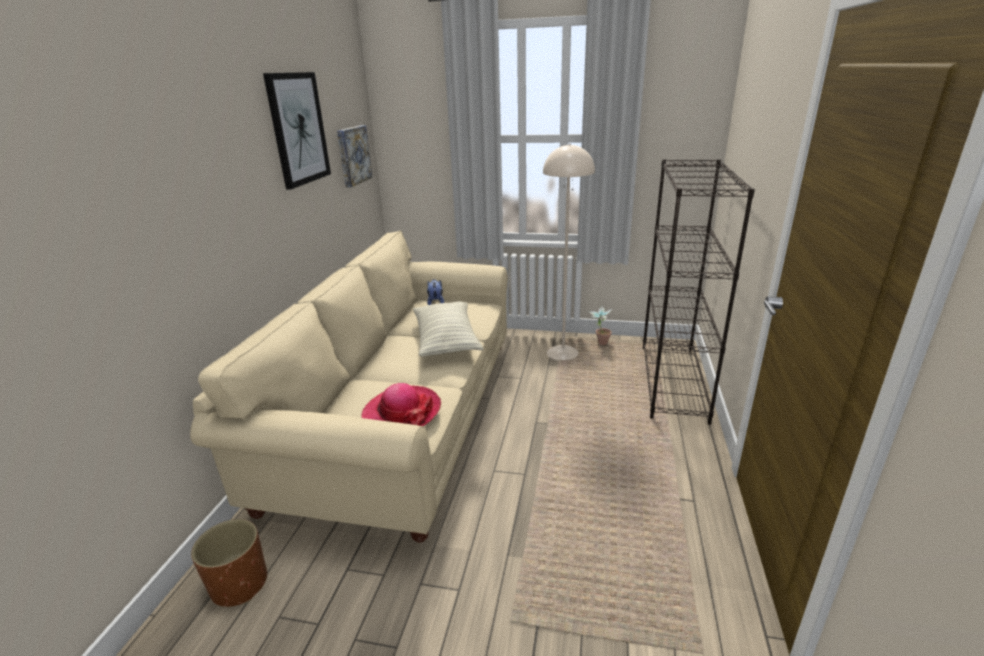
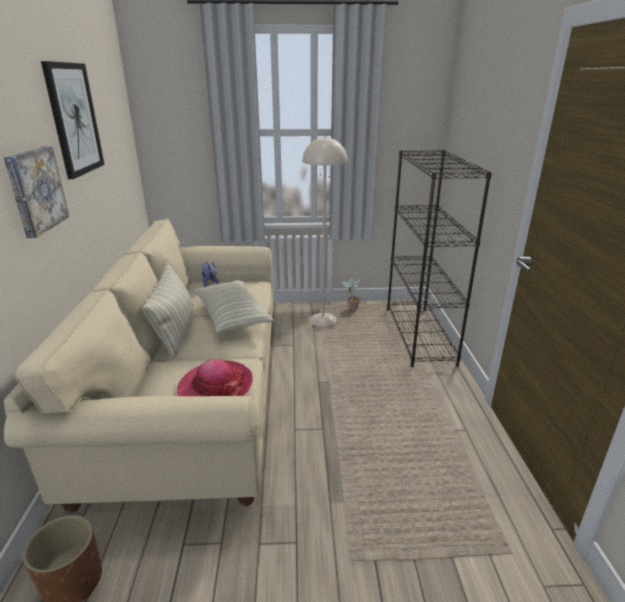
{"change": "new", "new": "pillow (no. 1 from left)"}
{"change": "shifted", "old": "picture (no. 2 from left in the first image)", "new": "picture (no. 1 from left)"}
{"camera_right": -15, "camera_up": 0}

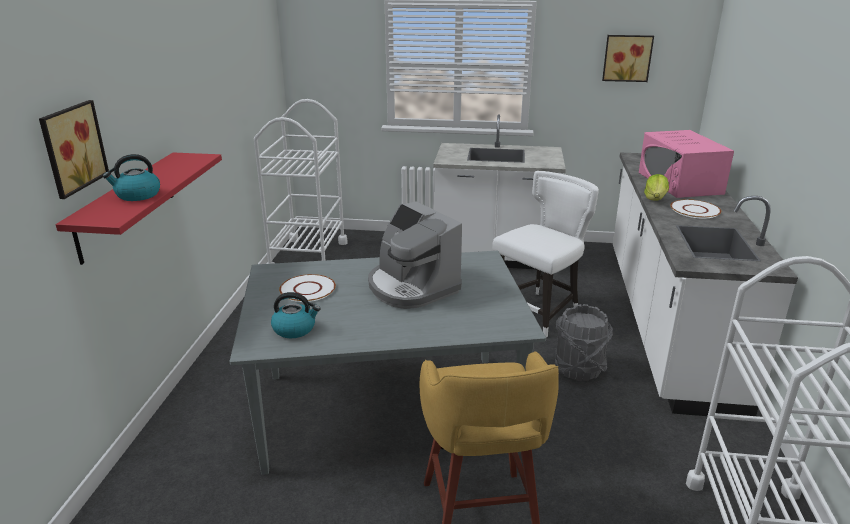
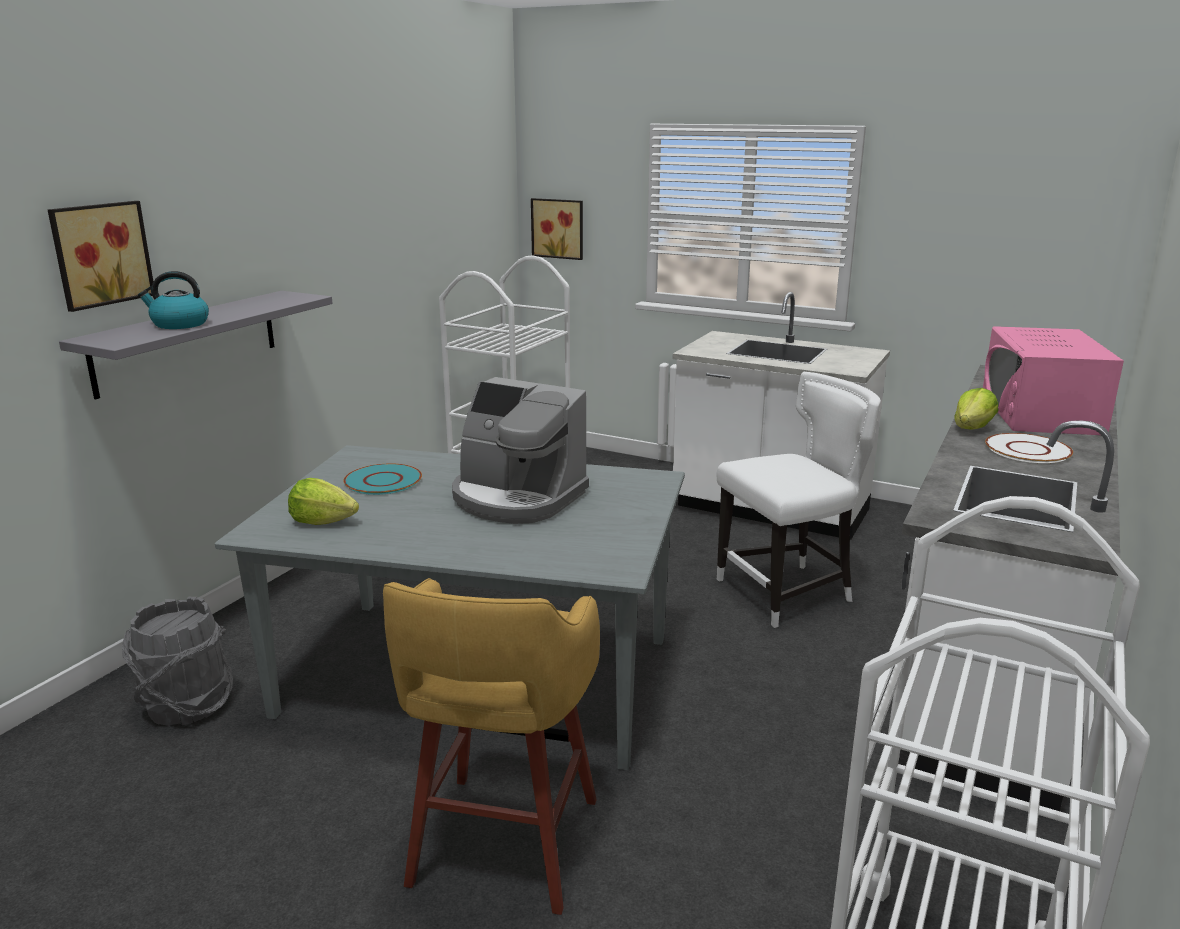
{"change": "shifted", "old": "bucket in grey"}
{"change": "shifted", "old": "picture (no. 2 from left)"}
{"change": "swapped", "old": "kettle (no. 2 from left)", "new": "lettuce (no. 1 from left)"}
{"change": "repainted", "old": "shelf in red", "new": "shelf in grey"}
{"change": "repainted", "old": "plate in white (no. 1 from left)", "new": "plate in turquoise"}
{"change": "rotated", "old": "coffee machine", "degrees": -45}
{"camera_right": 20, "camera_up": -5}

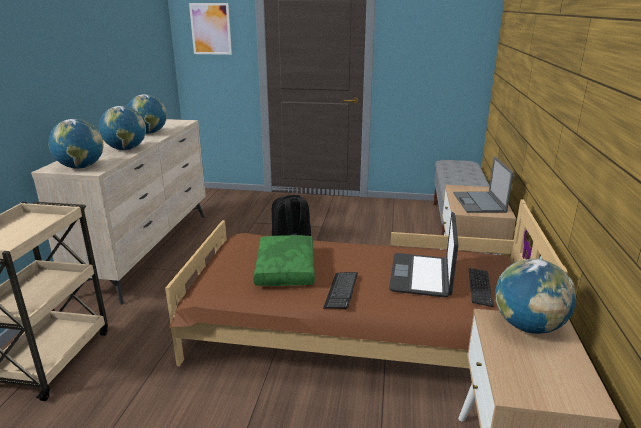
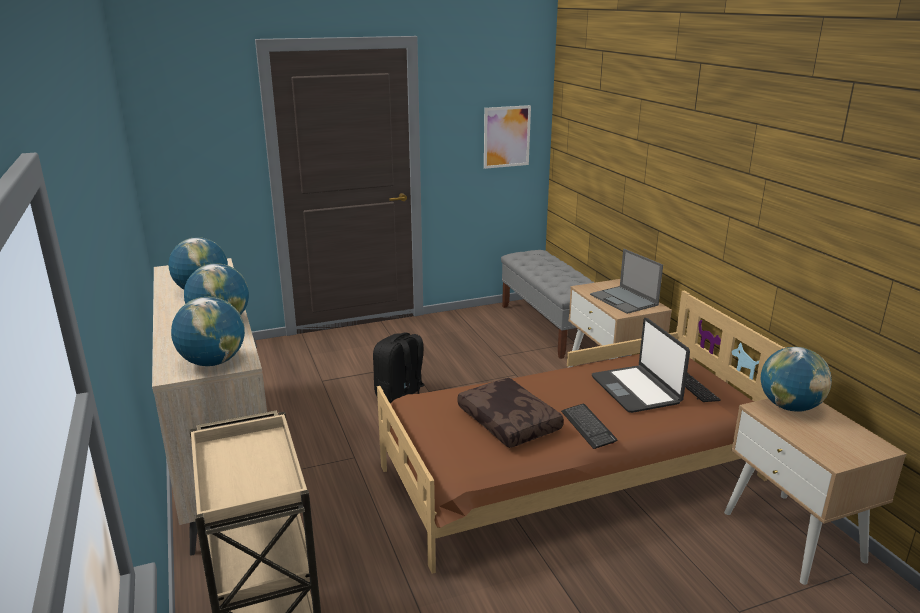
{"change": "shifted", "old": "picture"}
{"change": "repainted", "old": "pillow in green", "new": "pillow in brown"}
{"camera_right": -30, "camera_up": 0}

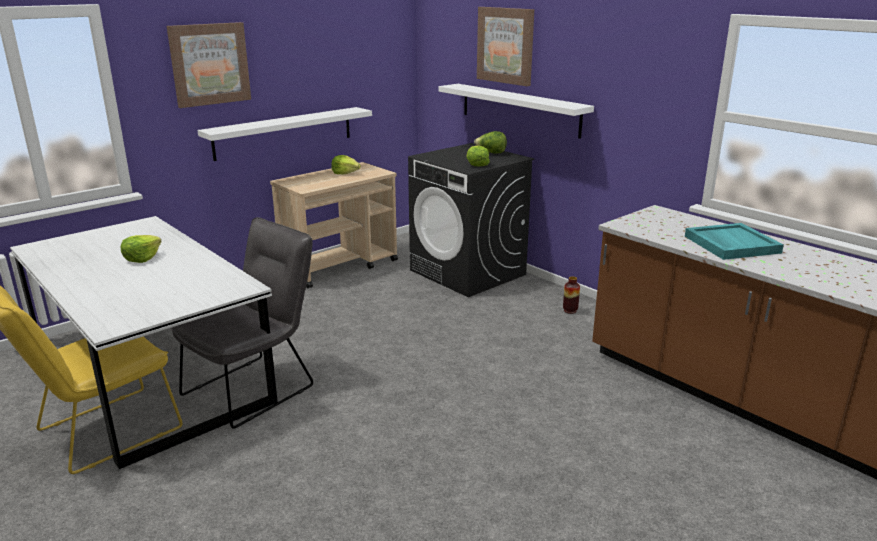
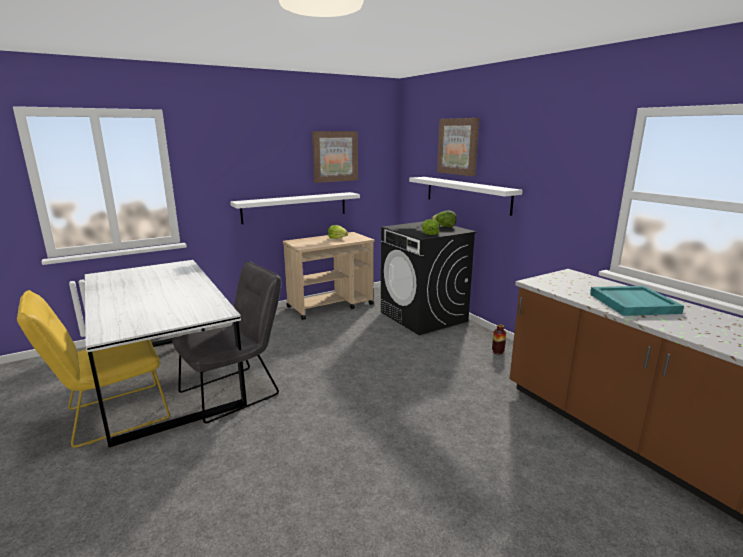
{"change": "gone", "old": "lettuce (no. 1 from left)"}
{"change": "shifted", "old": "picture (no. 1 from left)"}
{"camera_right": 10, "camera_up": -5}

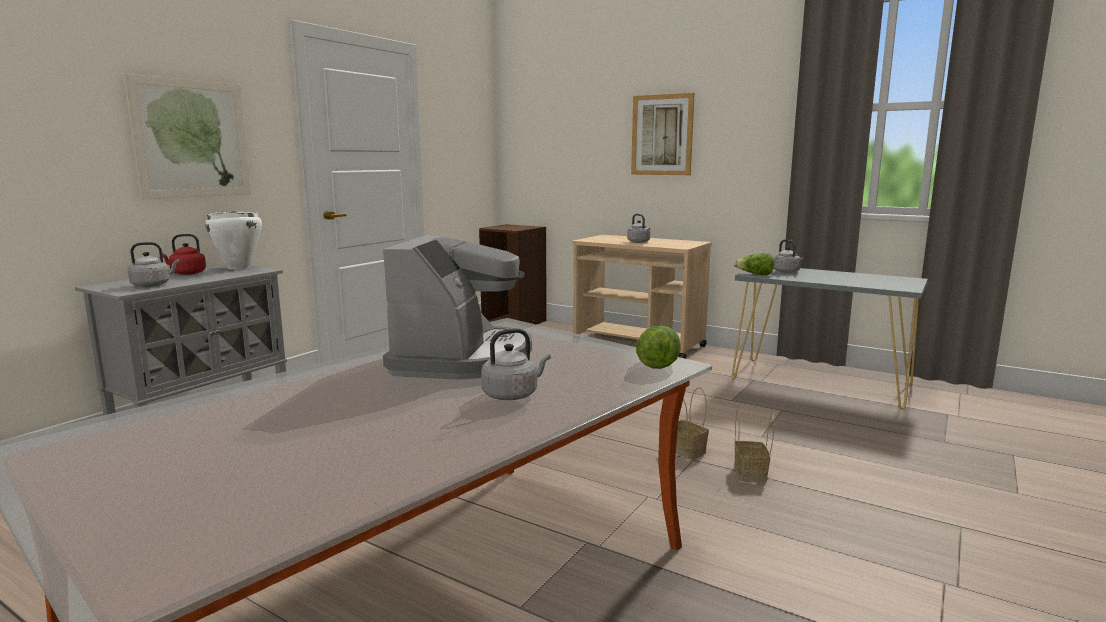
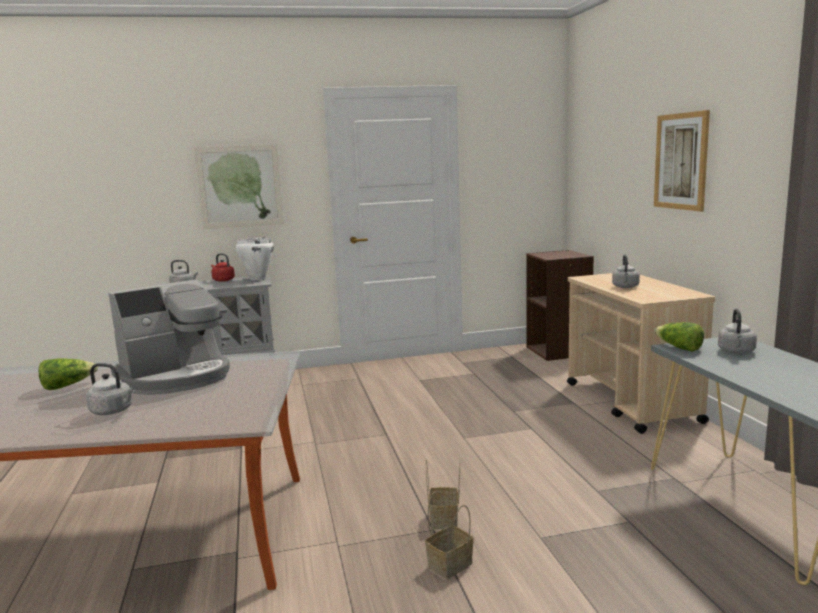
{"change": "shifted", "old": "lettuce (no. 1 from left)"}
{"camera_right": 45, "camera_up": 0}

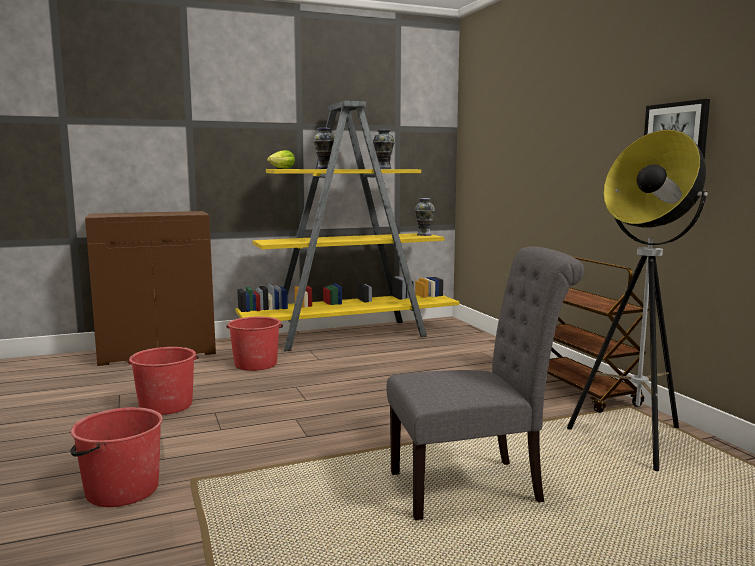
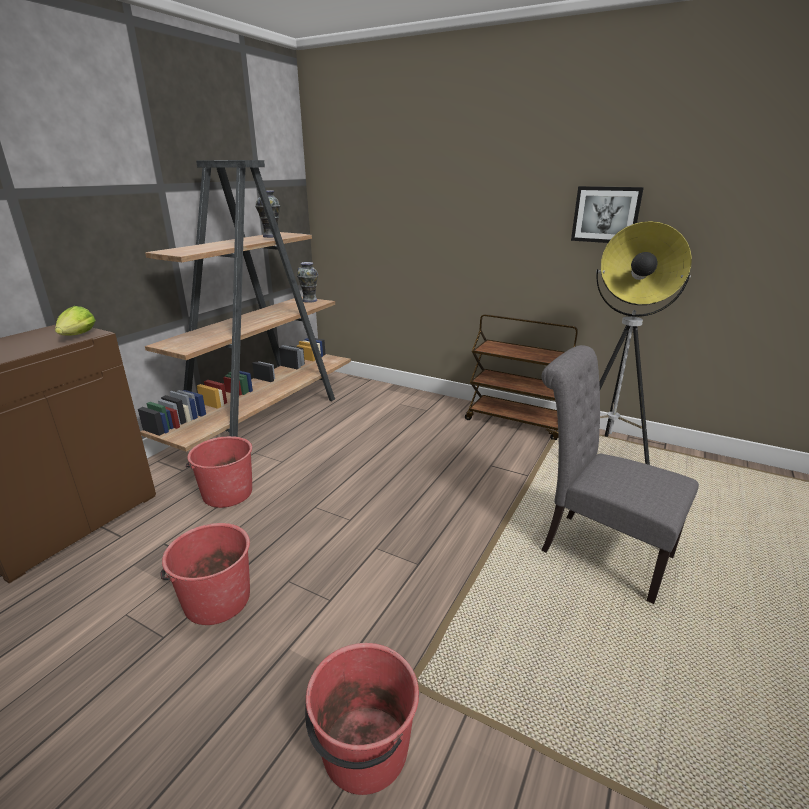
{"change": "gone", "old": "vase (no. 1 from left)"}
{"change": "shifted", "old": "lettuce"}
{"change": "repainted", "old": "bookcase in yellow", "new": "bookcase in brown"}
{"change": "rotated", "old": "chair in grey", "degrees": -90}
{"camera_right": -40, "camera_up": 15}

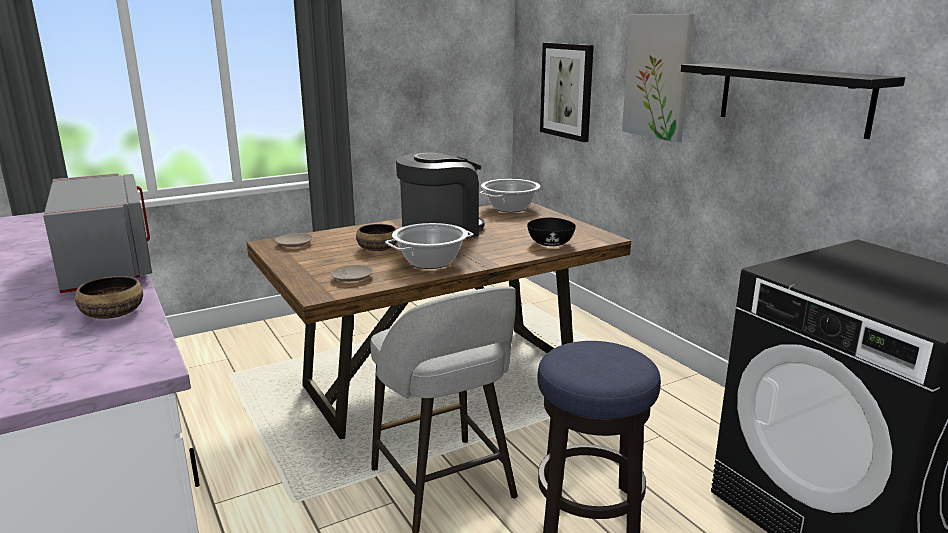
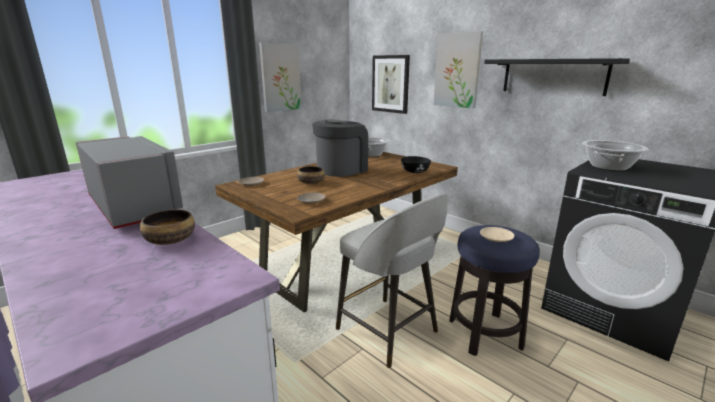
{"change": "new", "new": "picture (no. 1 from left)"}
{"change": "new", "new": "plate in beige (no. 3 from left)"}
{"change": "shifted", "old": "cooking pot (no. 1 from left in the first image)", "new": "cooking pot (no. 2 from left)"}
{"camera_right": -15, "camera_up": 0}

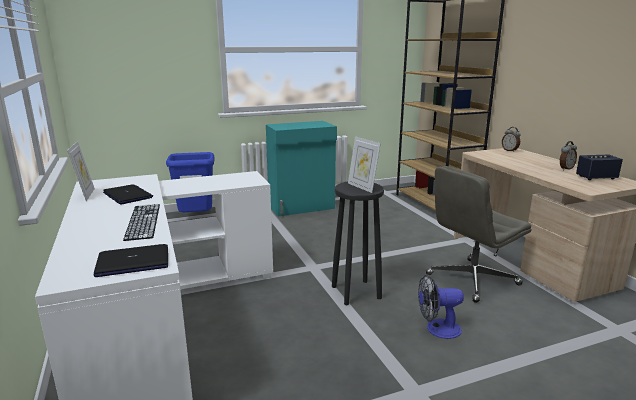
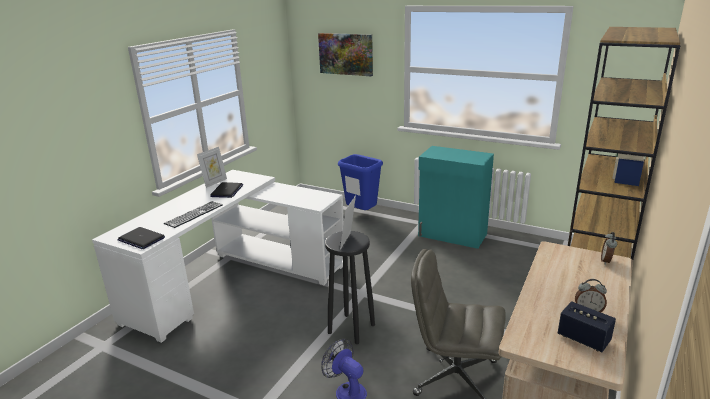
{"change": "new", "new": "picture"}
{"camera_right": 50, "camera_up": 5}

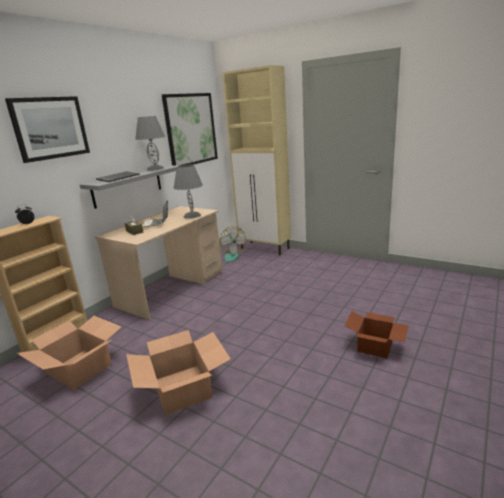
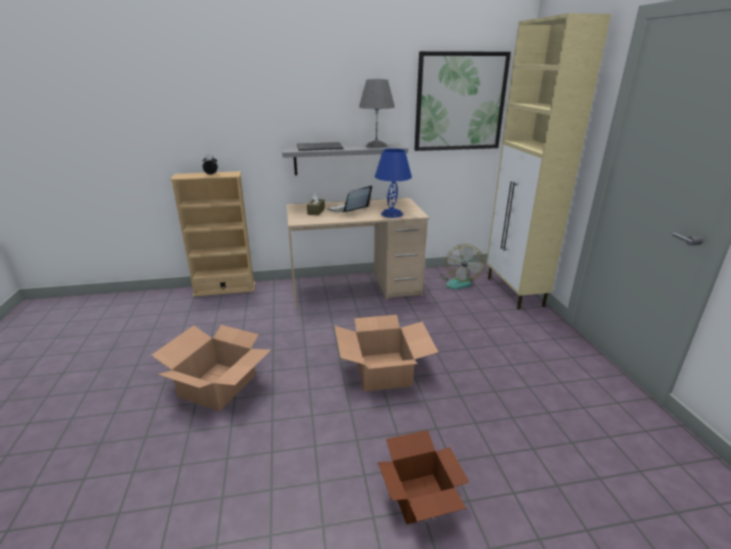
{"change": "gone", "old": "picture (no. 1 from left)"}
{"change": "shifted", "old": "cardboard box (no. 1 from left in the first image)", "new": "cardboard box (no. 2 from left)"}
{"change": "repainted", "old": "table lamp in grey (no. 2 from left)", "new": "table lamp in blue"}
{"camera_right": 45, "camera_up": 5}

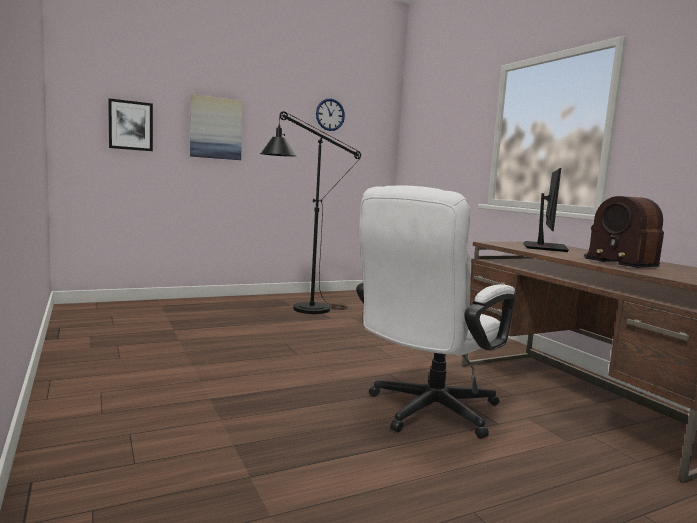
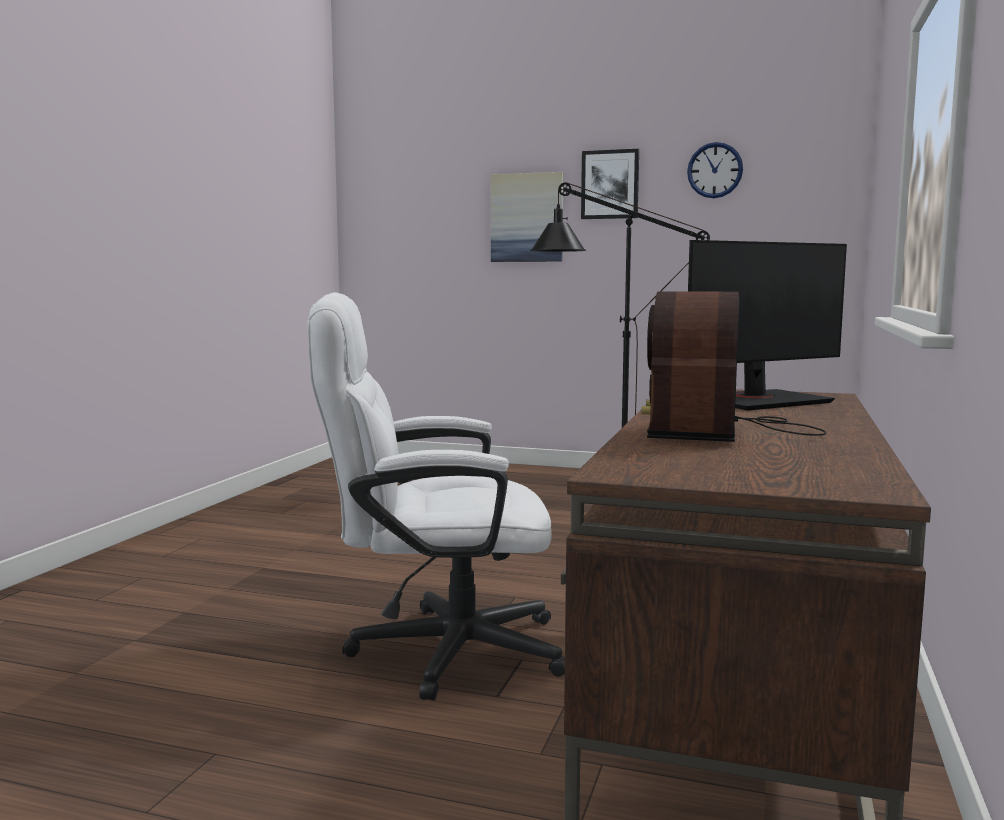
{"change": "shifted", "old": "picture (no. 1 from left in the first image)", "new": "picture (no. 2 from left)"}
{"camera_right": 45, "camera_up": 0}

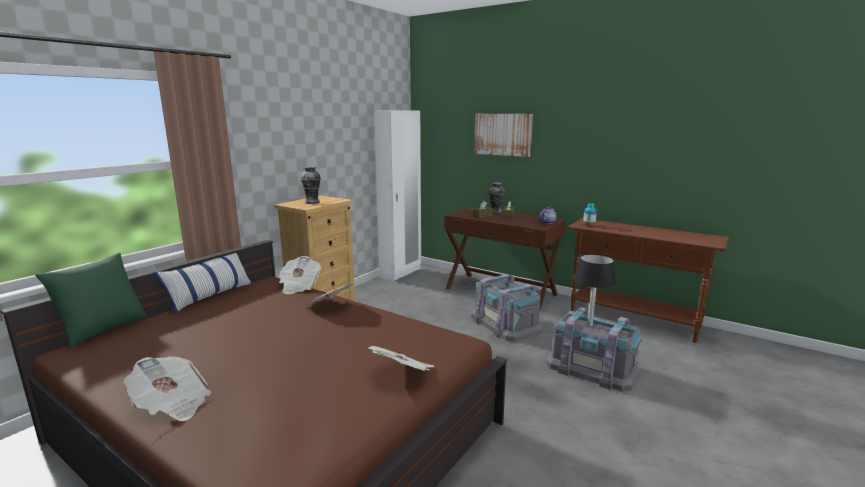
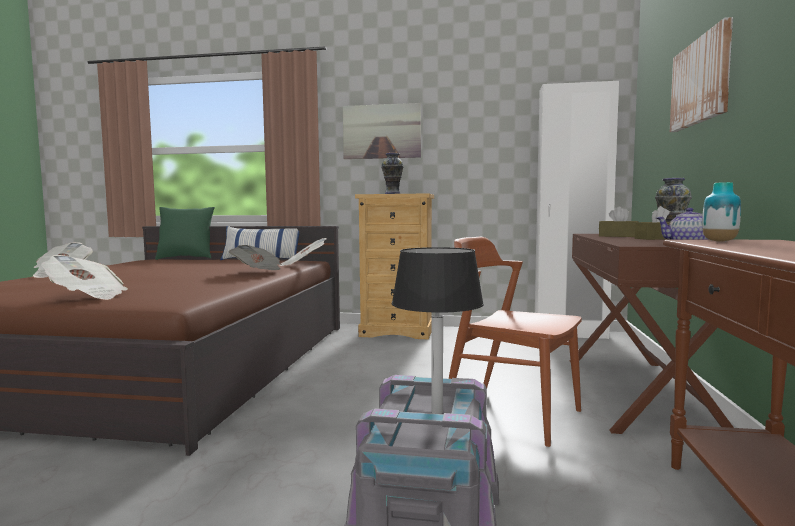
{"change": "new", "new": "picture (no. 1 from left)"}
{"change": "swapped", "old": "storage box in grey (no. 1 from left)", "new": "chair in brown"}
{"camera_right": 65, "camera_up": -10}

